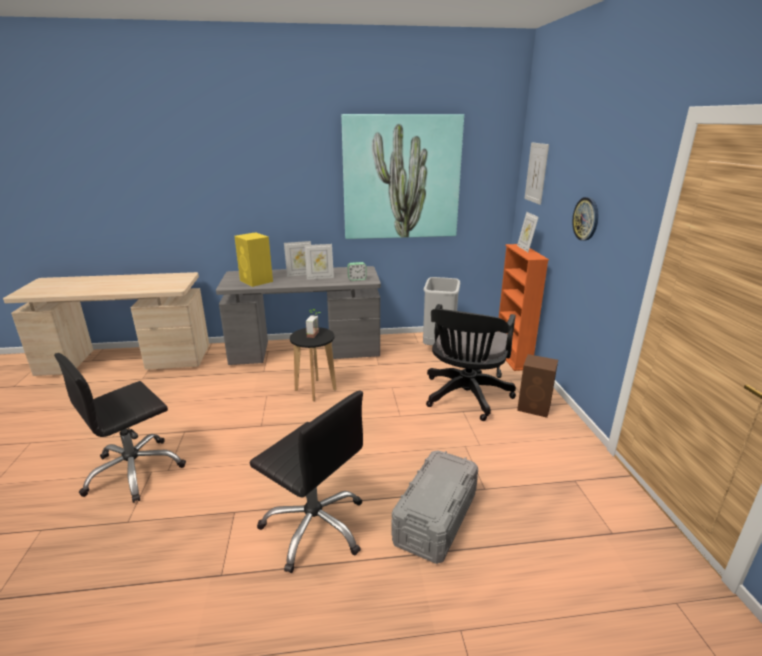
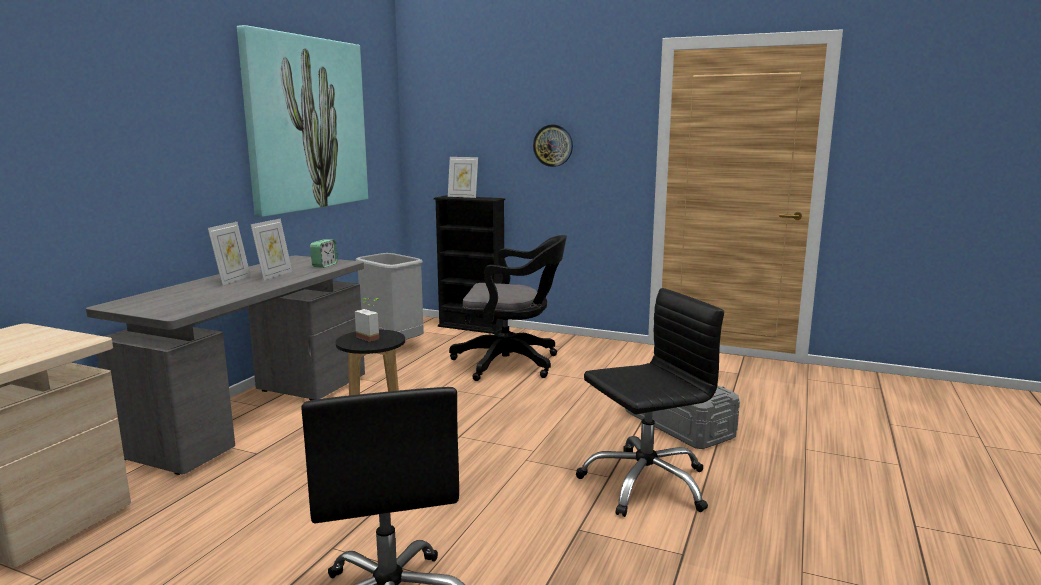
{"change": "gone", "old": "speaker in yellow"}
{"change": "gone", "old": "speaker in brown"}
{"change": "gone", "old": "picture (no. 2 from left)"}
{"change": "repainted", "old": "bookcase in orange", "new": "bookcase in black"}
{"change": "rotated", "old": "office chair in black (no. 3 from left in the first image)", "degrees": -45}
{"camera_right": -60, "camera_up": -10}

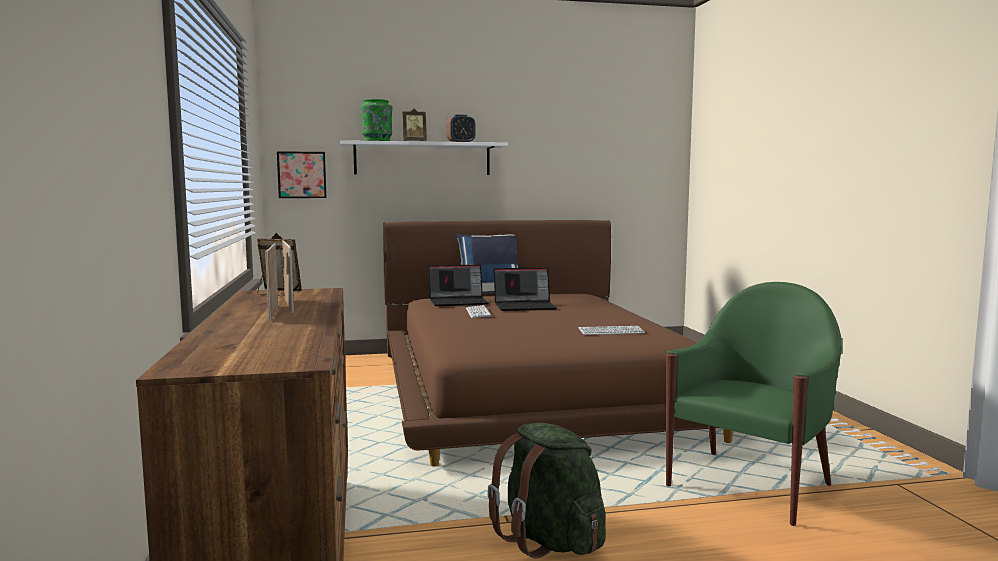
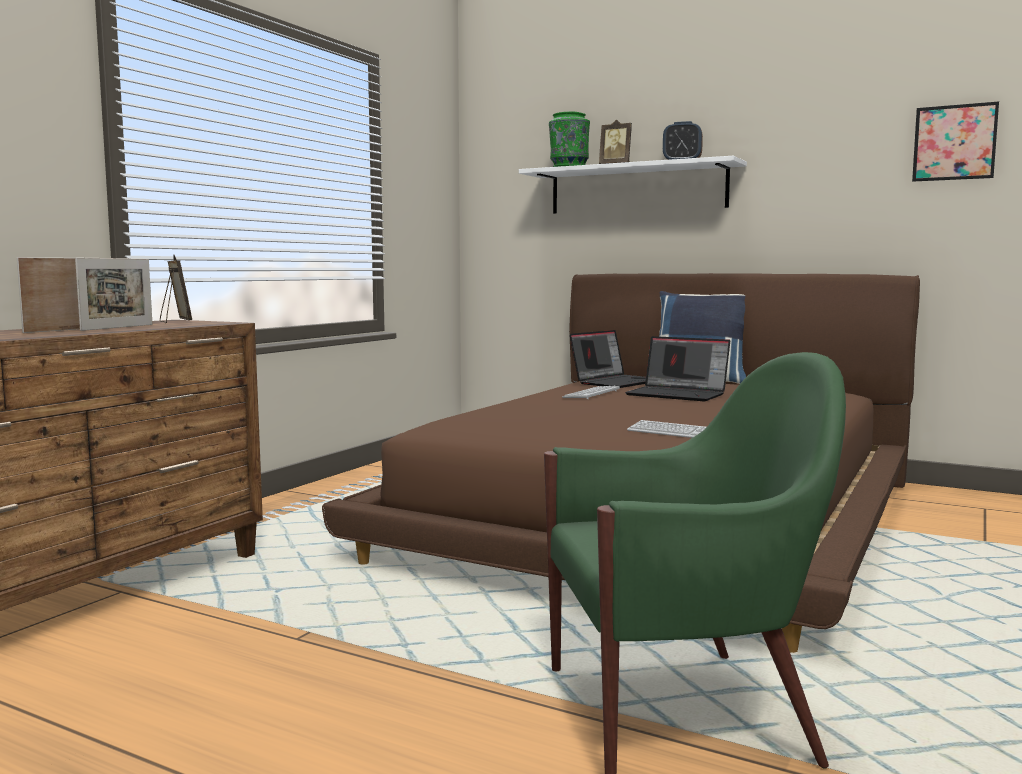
{"change": "gone", "old": "backpack in green"}
{"change": "shifted", "old": "picture"}
{"change": "rotated", "old": "laptop (no. 1 from left)", "degrees": -75}
{"camera_right": 40, "camera_up": 0}

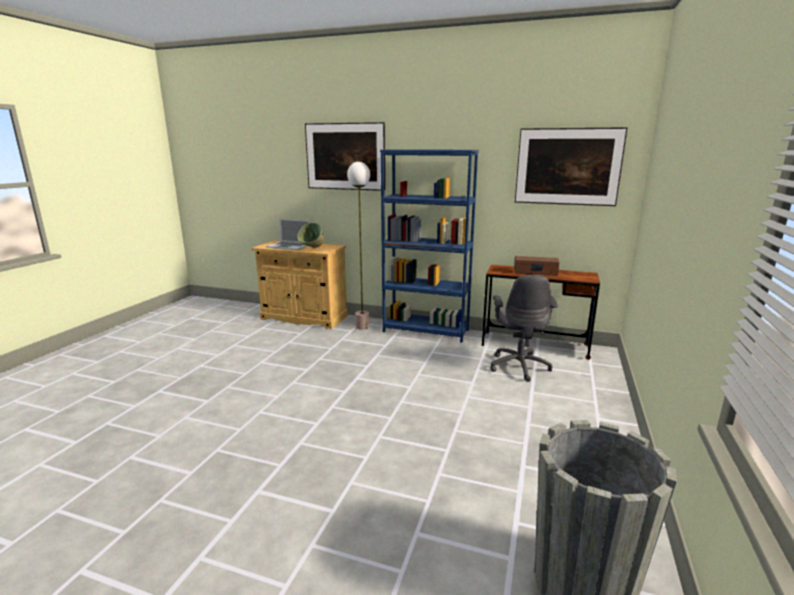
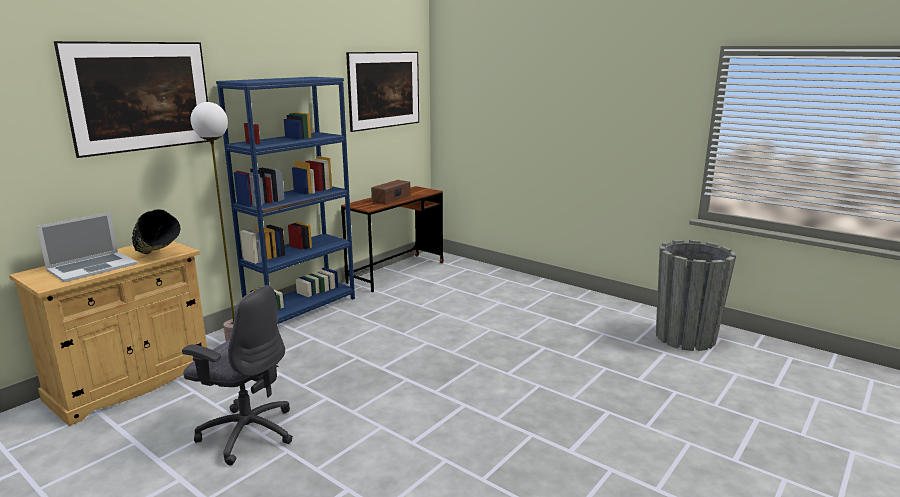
{"change": "shifted", "old": "office chair in grey"}
{"change": "repainted", "old": "bowl in green", "new": "bowl in black"}
{"camera_right": -70, "camera_up": 0}

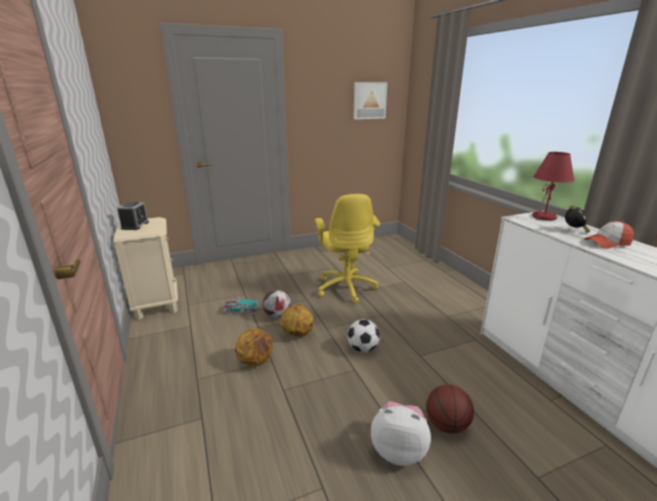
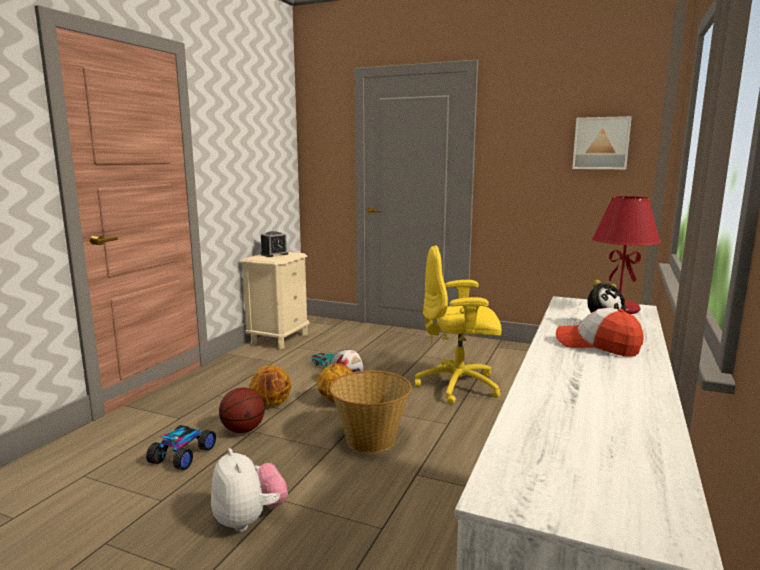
{"change": "new", "new": "toy car (no. 1 from left)"}
{"change": "shifted", "old": "basketball (no. 3 from left in the first image)", "new": "basketball (no. 1 from left)"}
{"change": "swapped", "old": "football (no. 2 from left)", "new": "basket"}
{"change": "rotated", "old": "office chair in yellow", "degrees": 60}
{"camera_right": 45, "camera_up": -10}

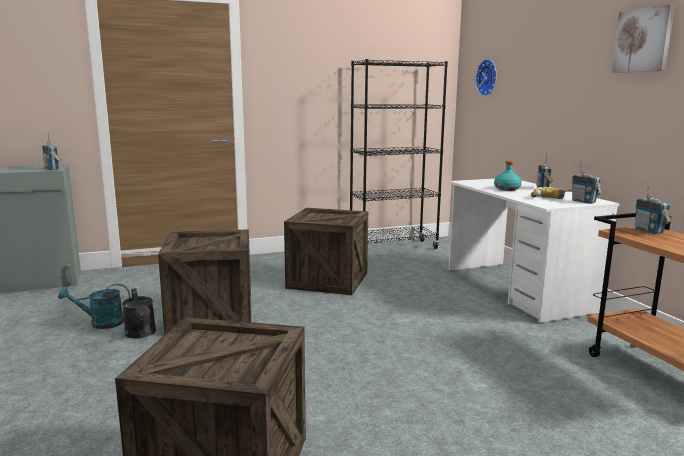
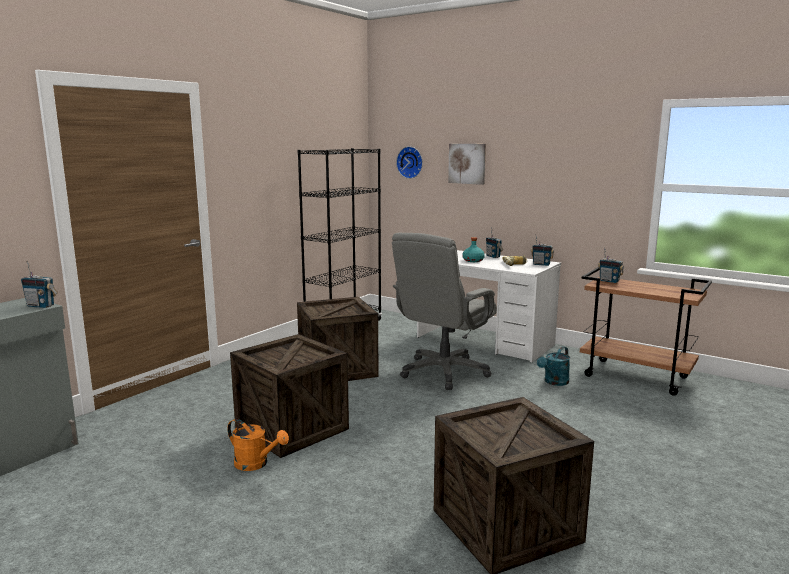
{"change": "new", "new": "office chair in grey"}
{"change": "shifted", "old": "watering can in turquoise"}
{"change": "shifted", "old": "picture"}
{"change": "repainted", "old": "watering can in black", "new": "watering can in orange"}
{"camera_right": -35, "camera_up": 0}

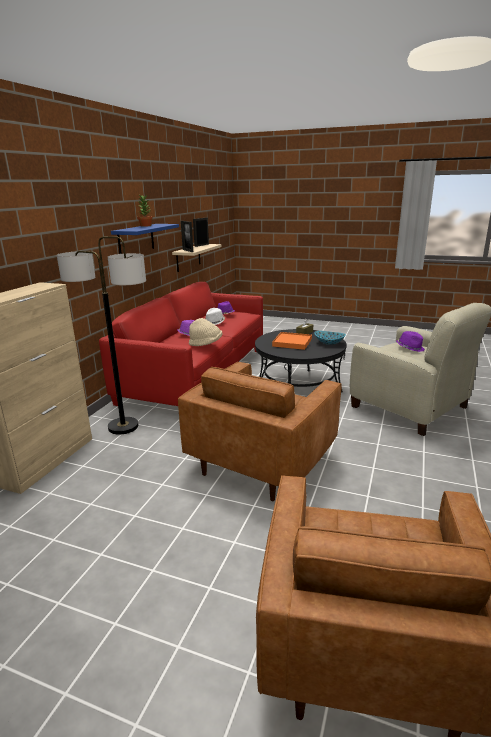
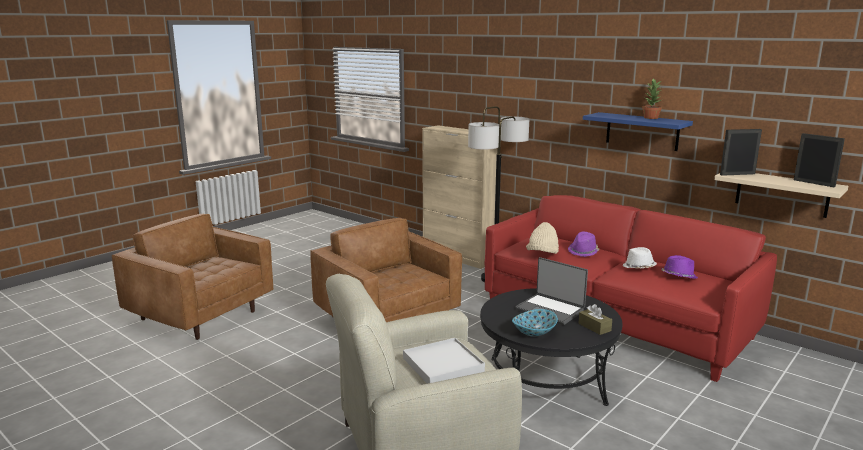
{"change": "swapped", "old": "tray in orange", "new": "laptop"}
{"change": "swapped", "old": "hat in purple (no. 3 from left)", "new": "tray in white"}
{"camera_right": 110, "camera_up": -5}

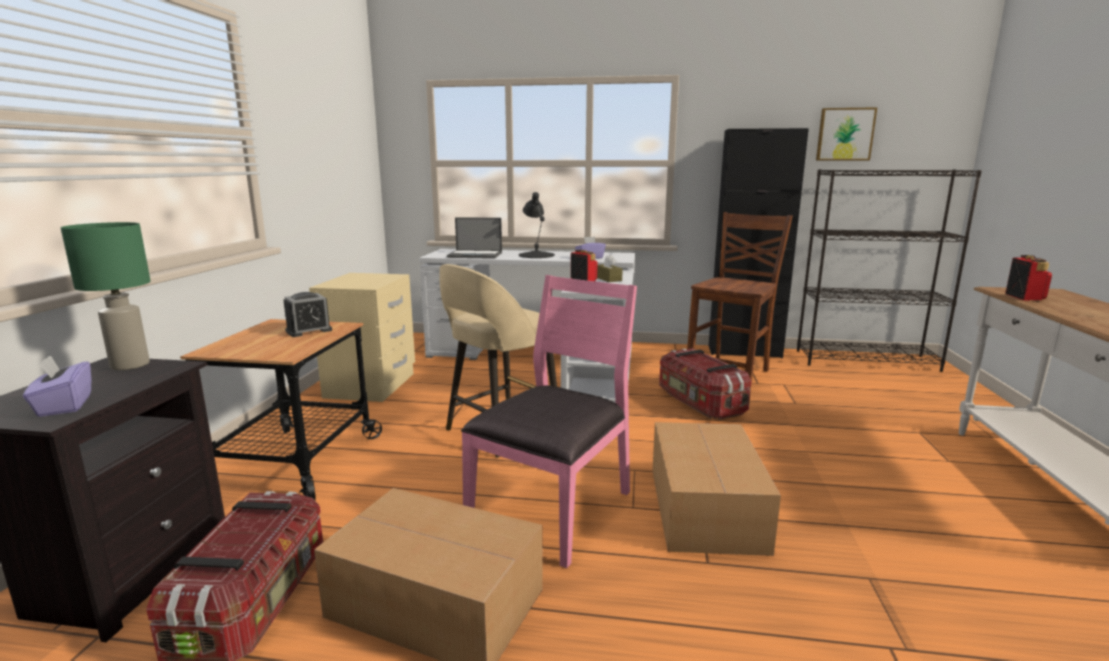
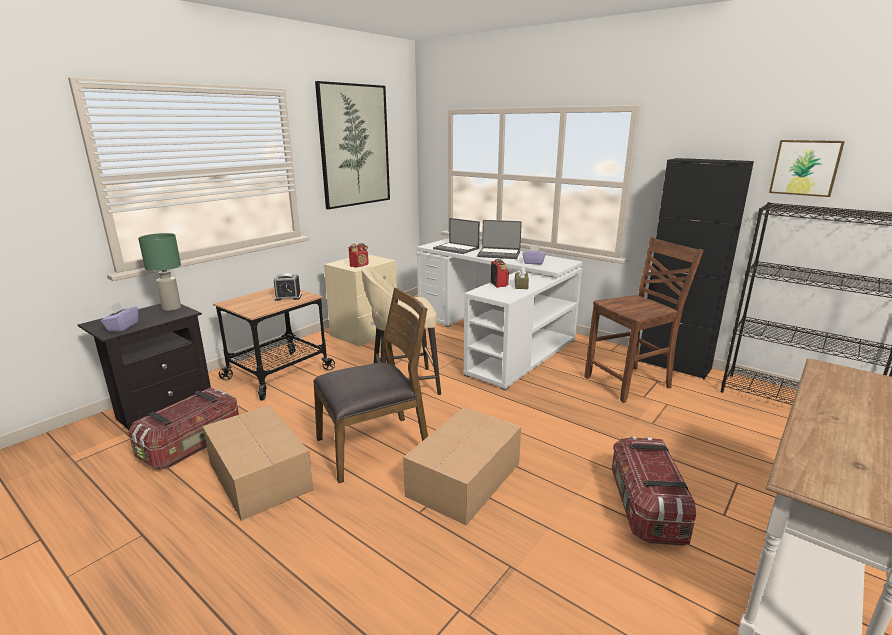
{"change": "new", "new": "picture (no. 1 from left)"}
{"change": "shifted", "old": "storage box (no. 2 from left)"}
{"change": "shifted", "old": "radio (no. 2 from left in the first image)", "new": "radio (no. 1 from left)"}
{"change": "swapped", "old": "table lamp in black", "new": "laptop (no. 2 from left)"}
{"change": "repainted", "old": "chair in pink", "new": "chair in brown (no. 1 from left)"}
{"camera_right": 30, "camera_up": 5}

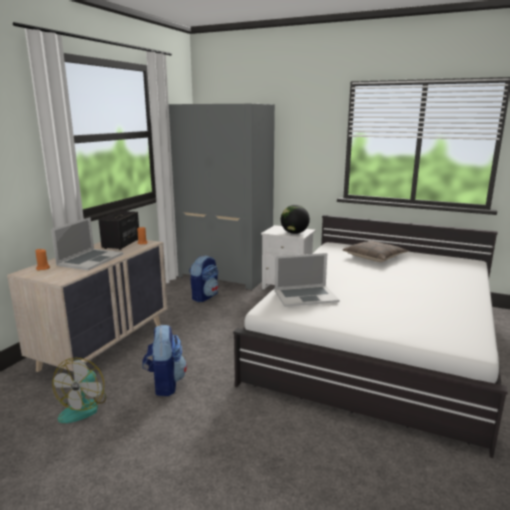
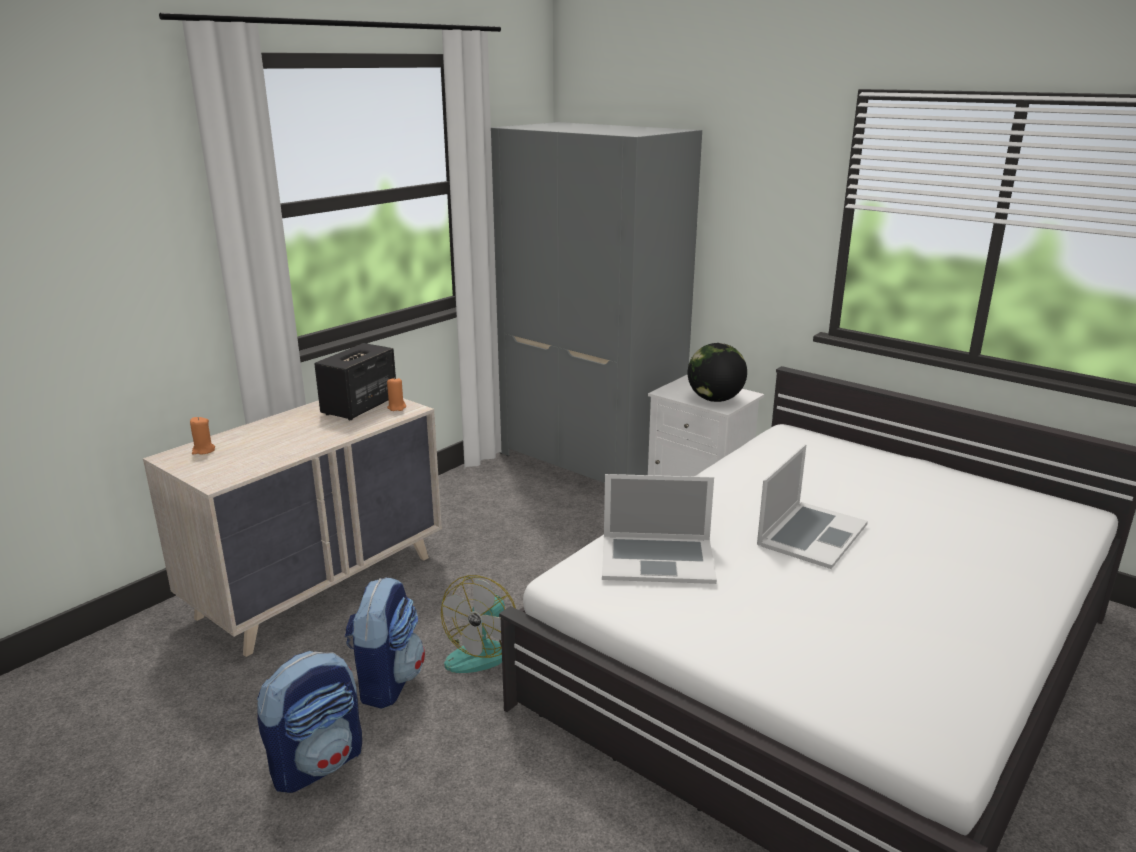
{"change": "gone", "old": "pillow"}
{"change": "shifted", "old": "laptop (no. 1 from left in the first image)", "new": "laptop (no. 2 from left)"}
{"change": "shifted", "old": "fan"}
{"change": "shifted", "old": "backpack (no. 2 from left in the first image)", "new": "backpack (no. 1 from left)"}
{"camera_right": 15, "camera_up": 5}

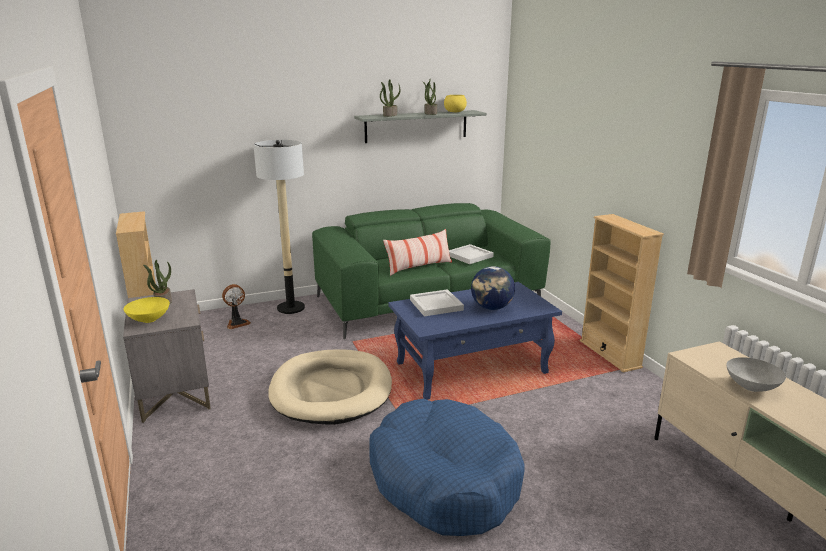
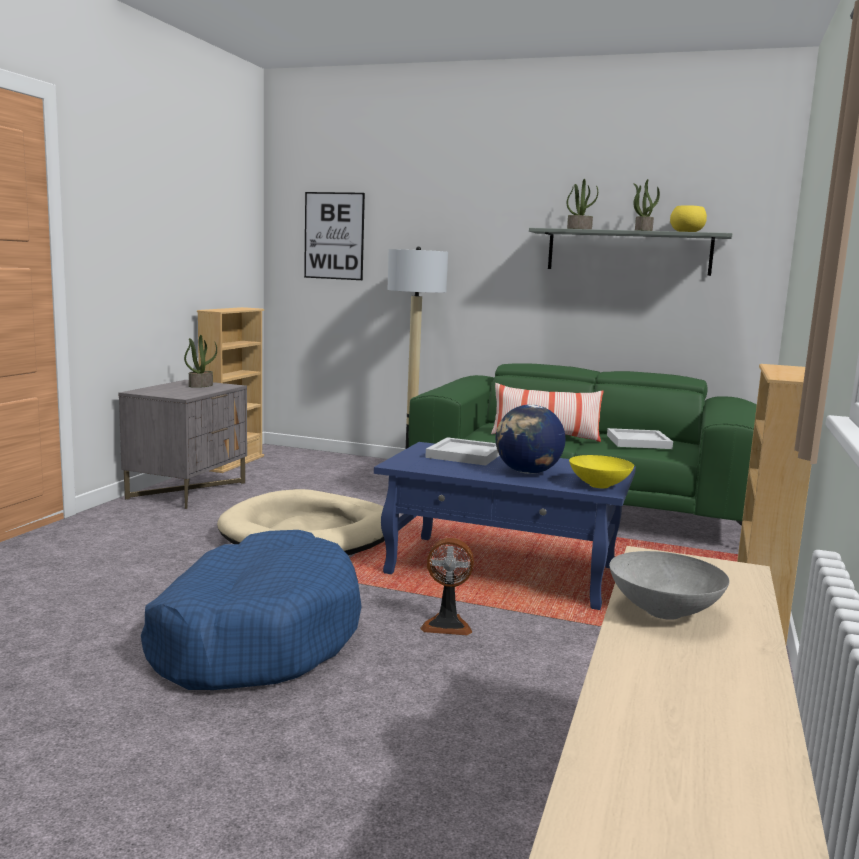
{"change": "new", "new": "picture"}
{"change": "shifted", "old": "bowl in yellow (no. 1 from left)"}
{"change": "shifted", "old": "fan"}
{"camera_right": 40, "camera_up": -10}

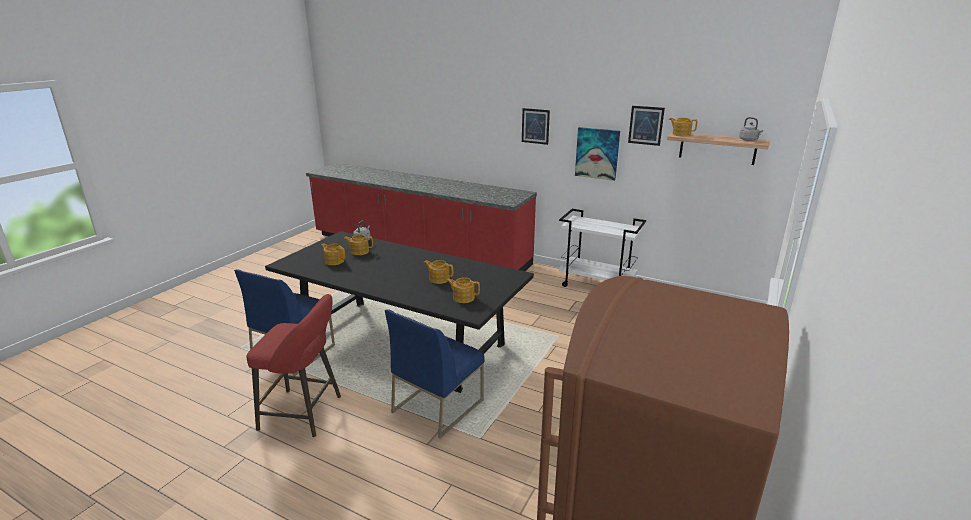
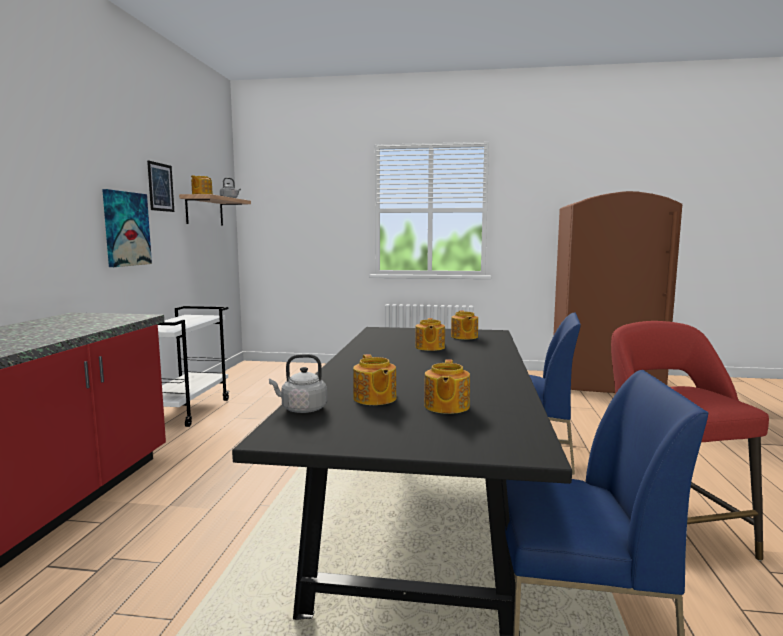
{"change": "gone", "old": "picture (no. 1 from left)"}
{"camera_right": -110, "camera_up": -15}

